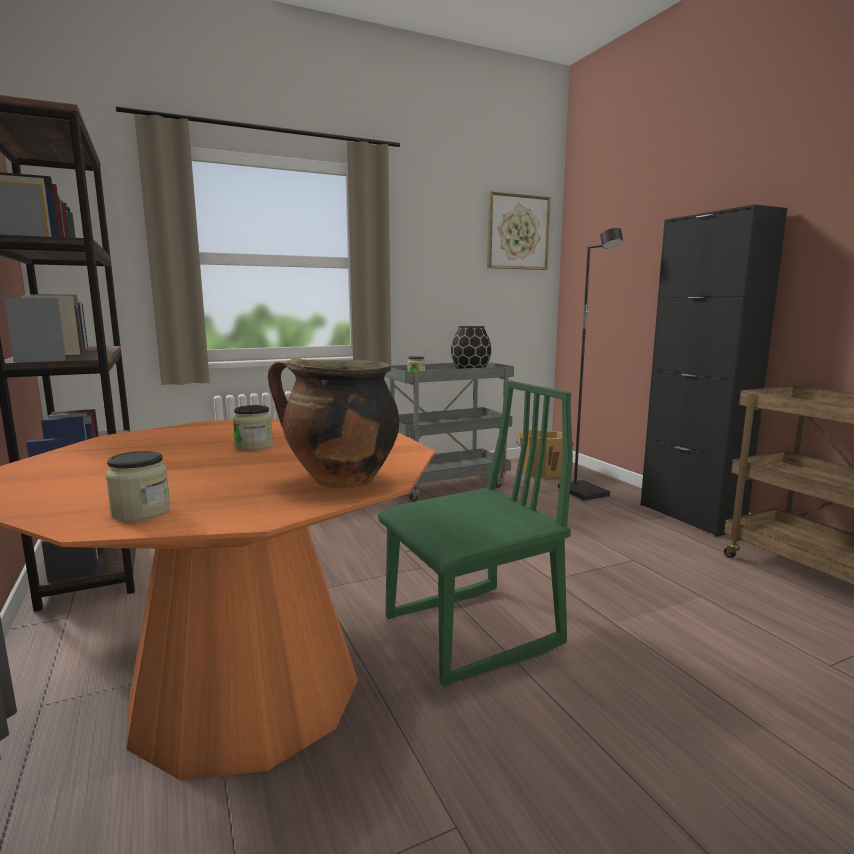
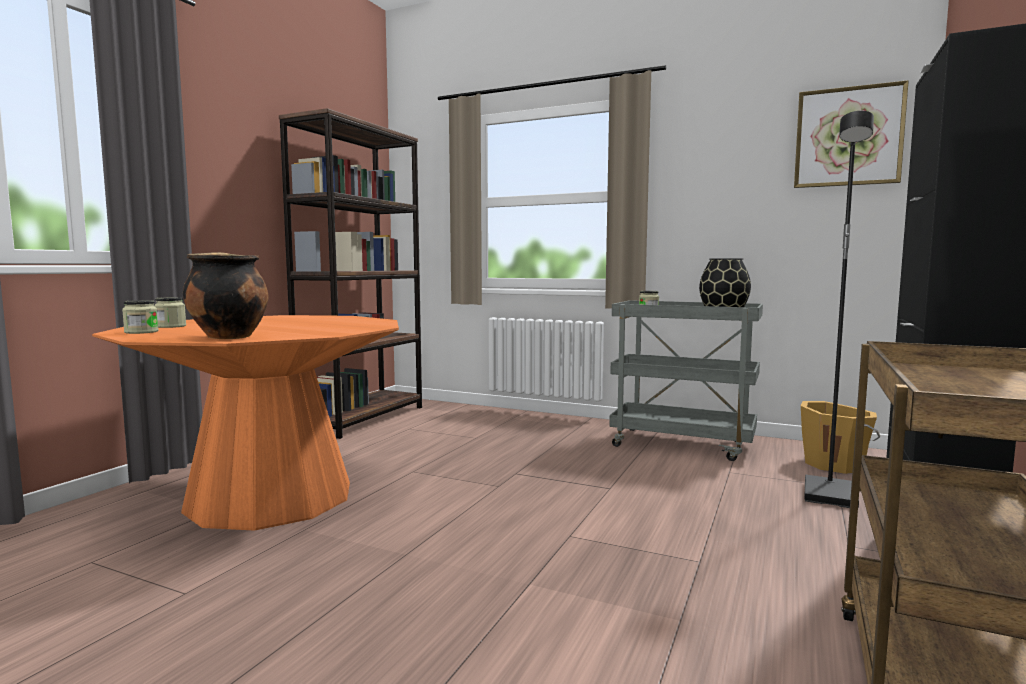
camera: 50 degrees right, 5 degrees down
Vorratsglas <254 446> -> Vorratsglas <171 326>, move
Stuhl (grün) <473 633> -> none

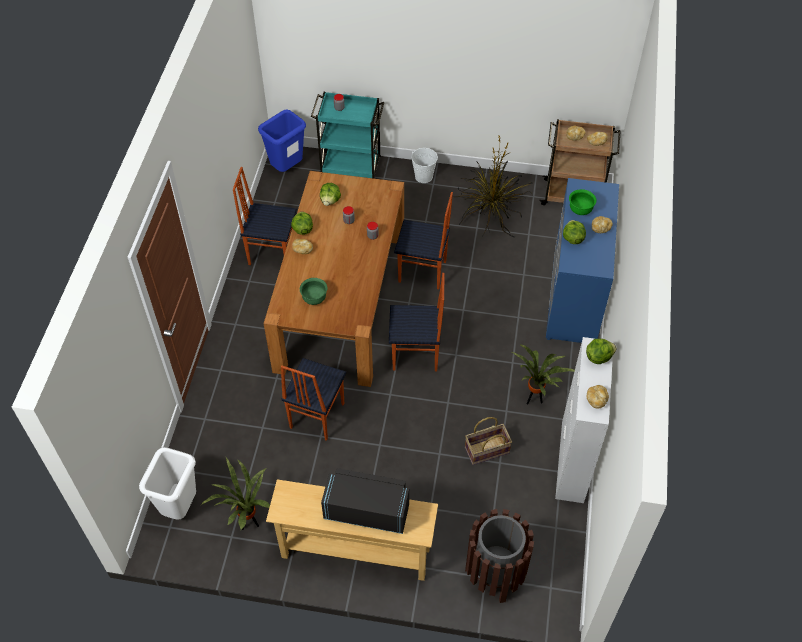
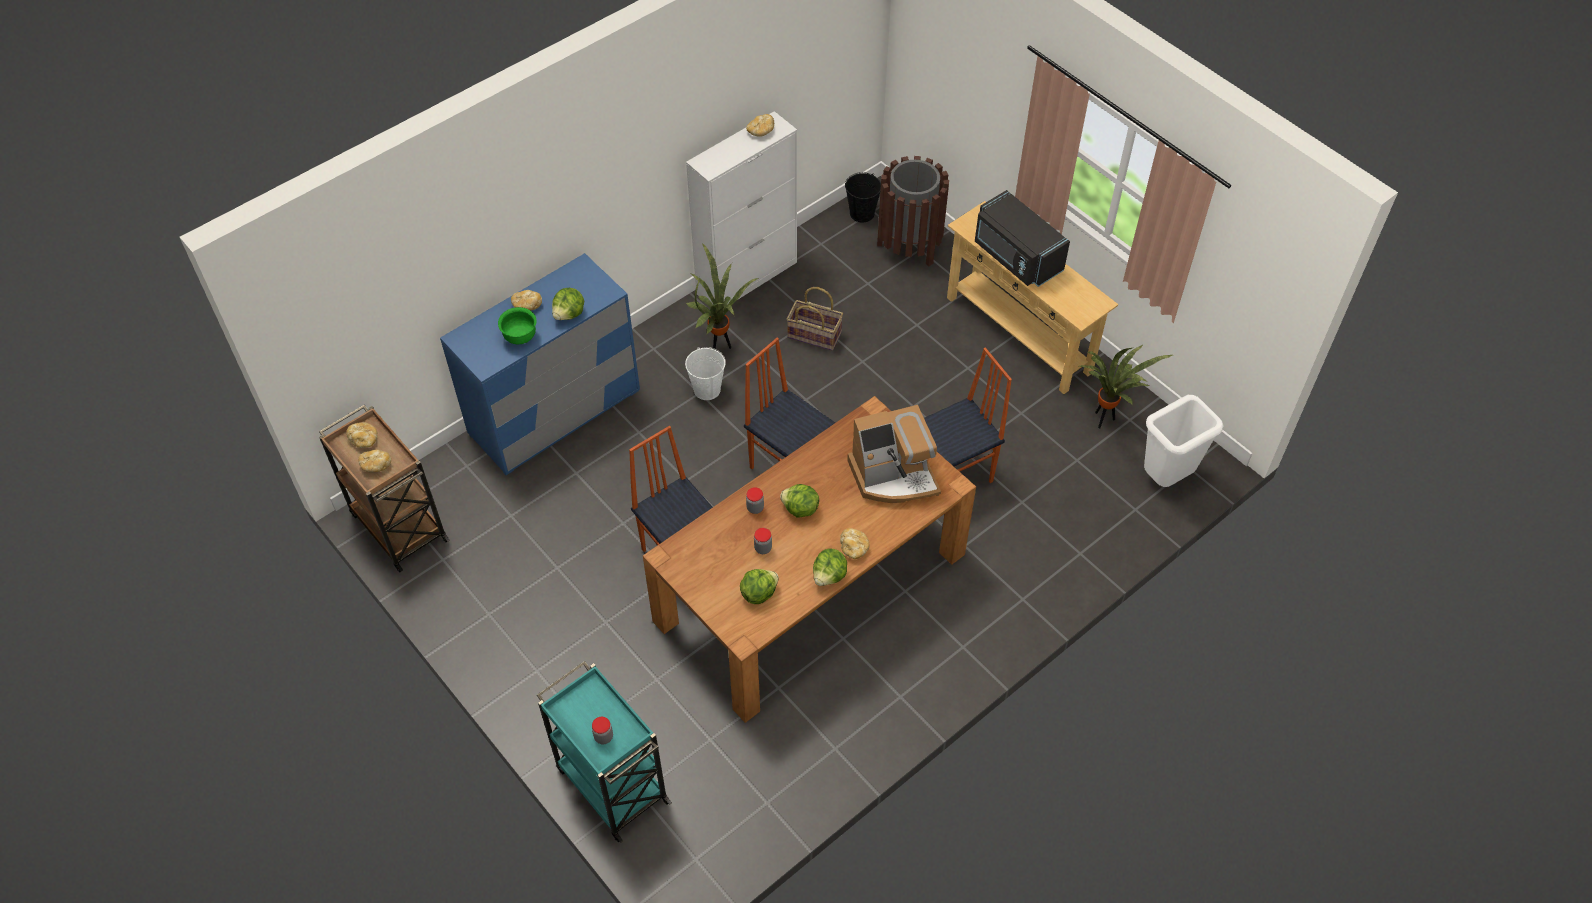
camera: 140 degrees left, 0 degrees up
Eimer (weiß) <424 176> -> Eimer (weiß) <707 389>, move
Salatkopf <598 357> -> Salatkopf <800 509>, move
none -> Eimer (schwarz) <862 213>
Schüssel (grün) <314 299> -> Kaffeemaschine <894 476>
Stuhl <272 253> -> none
Mülleimer (blau) <287 168> -> none
Topfpflanze <489 210> -> none

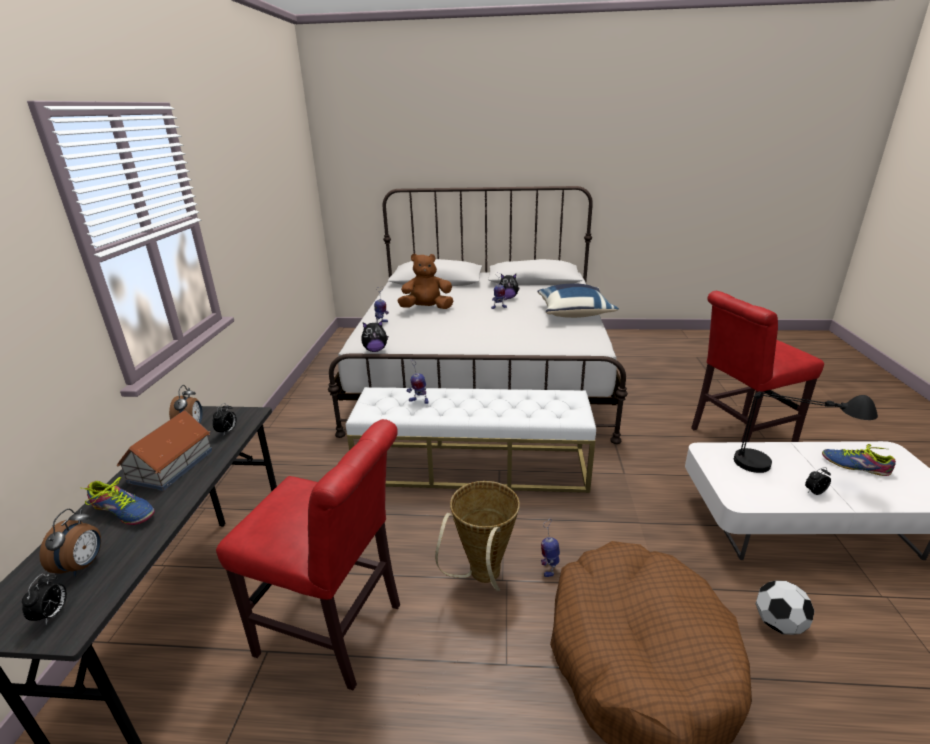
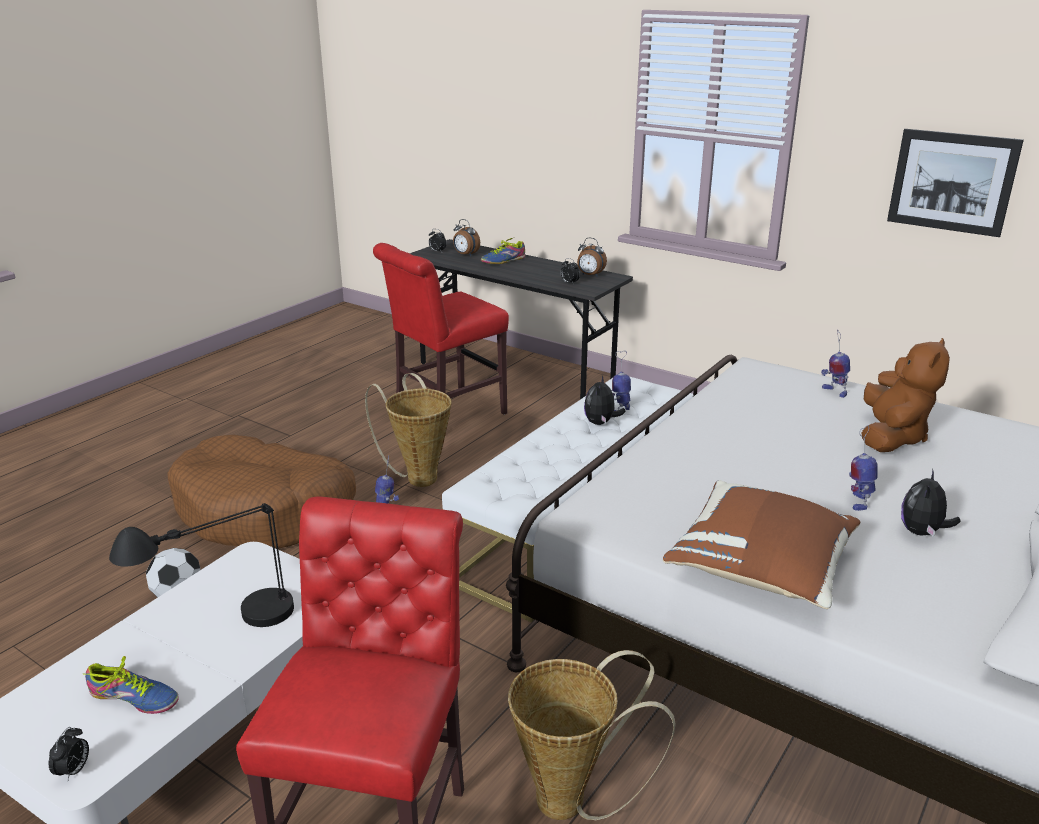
camera: 120 degrees right, 0 degrees up
Wecker <814 492> -> Wecker <74 771>, move
Schuh <855 466> -> Schuh <134 698>, 45 degrees clockwise
none -> Korb <572 801>
Plüschtier <375 350> -> Plüschtier <601 423>, move
Kissen (blau) <574 313> -> Kissen (braun) <762 569>
none -> Bild <952 182>
Spielzeughaus <170 466> -> none

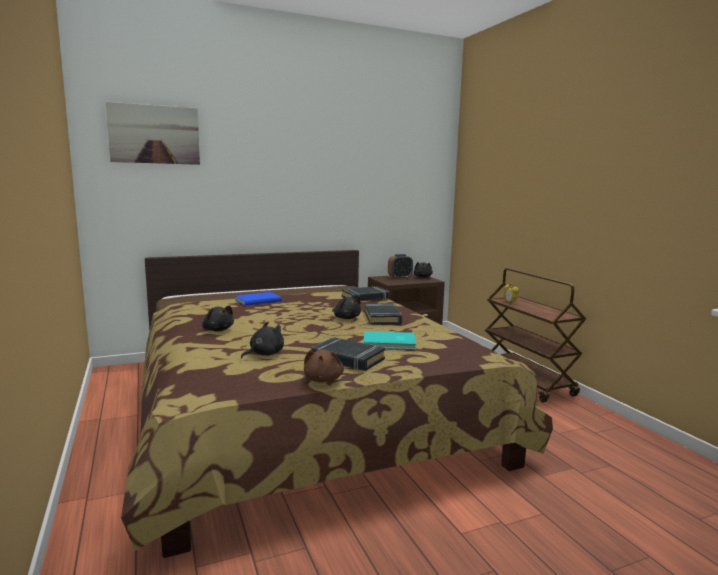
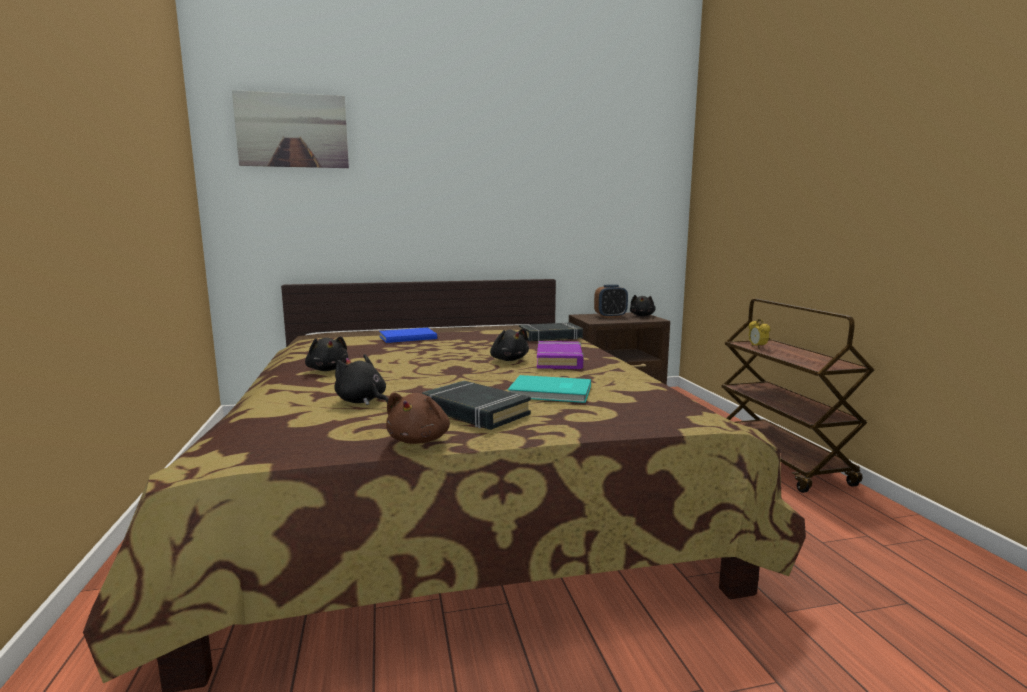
camera: 10 degrees right, 0 degrees up
Plüschtier (schwarz) <264 354> -> Plüschtier (schwarz) <362 401>, 105 degrees counterclockwise
Buch (schwarz) <382 318> -> Buch (lila) <559 360>

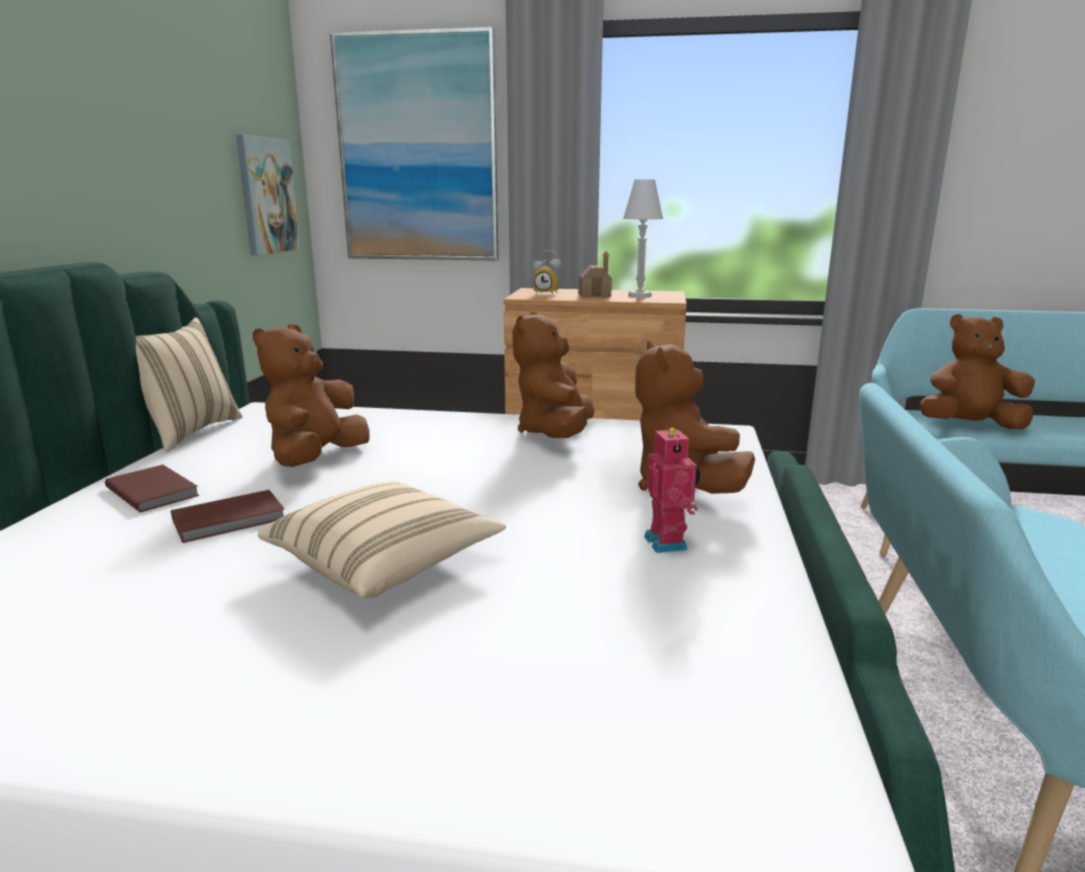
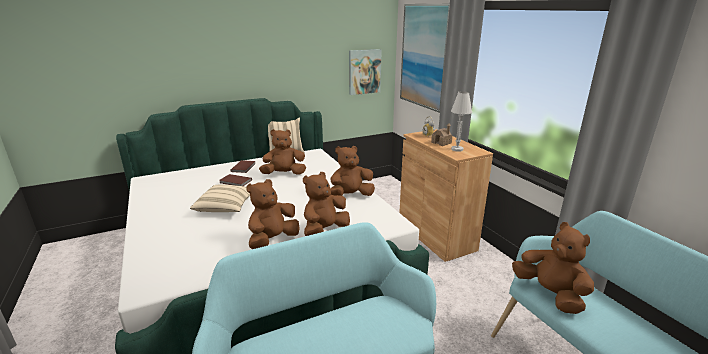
camera: 55 degrees right, 5 degrees up
Spielzeugroboter <668 542> -> Plüschtier (braun) <273 240>

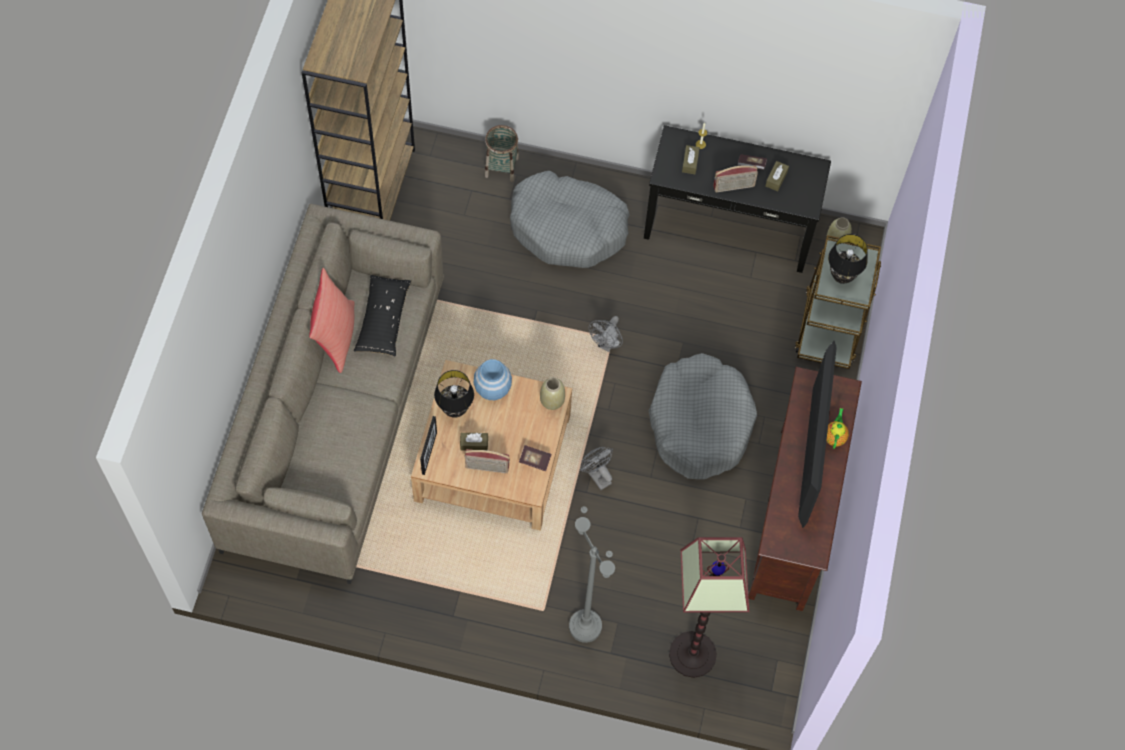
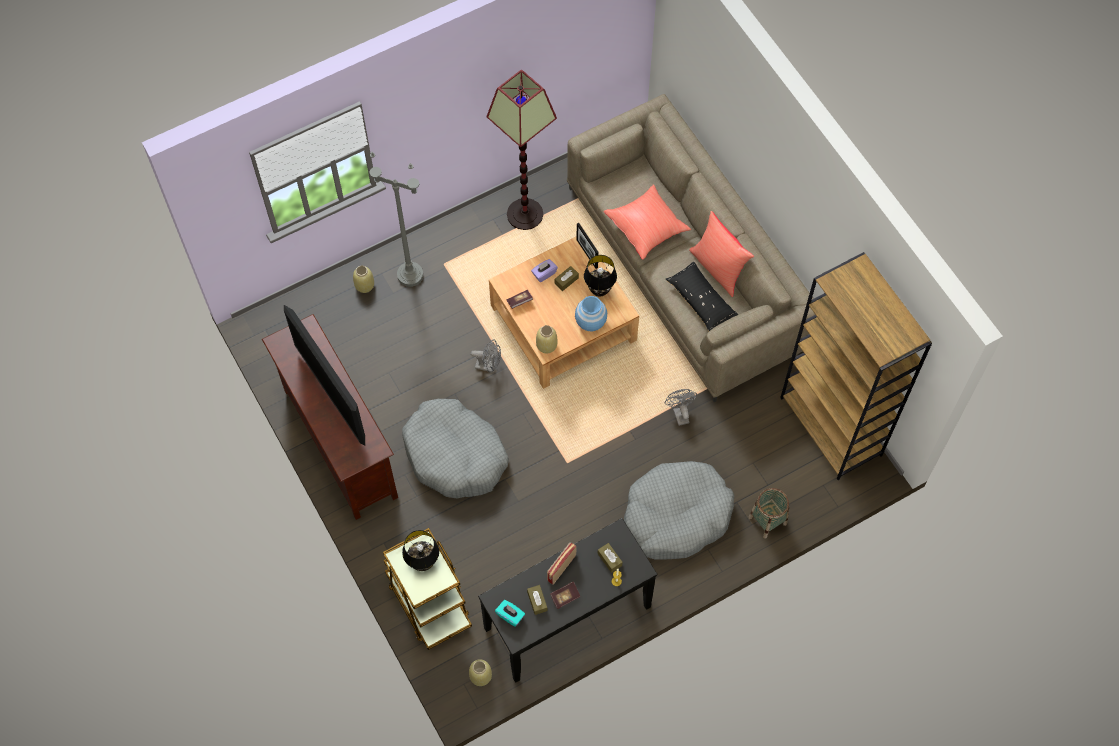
camera: 140 degrees right, 0 degrees up
none -> Vase (beige) <365 285>
Stehlampe <692 655> -> Stehlampe <525 214>, move
none -> Taschentuchbox (türkis) <510 615>
Radio <487 467> -> Taschentuchbox (lila) <544 274>
none -> Kissen (rot) <647 228>
Ventilator (grau) <606 344> -> Ventilator (grau) <679 413>, move
Teekanne <834 436> -> none

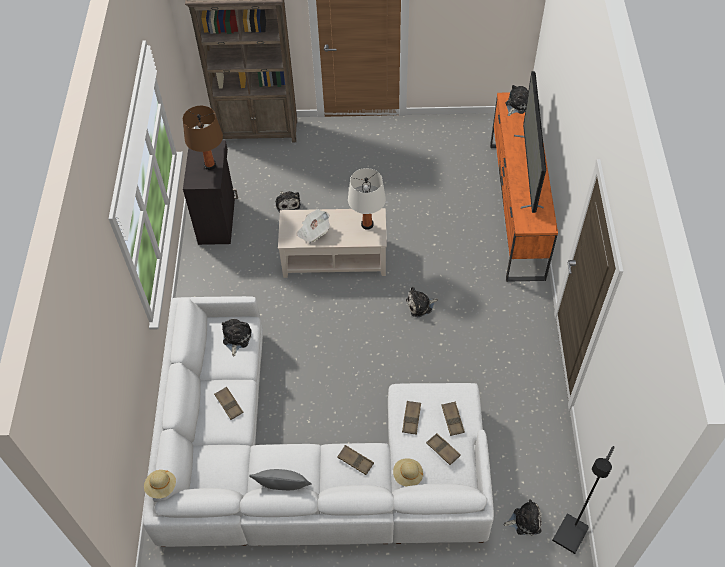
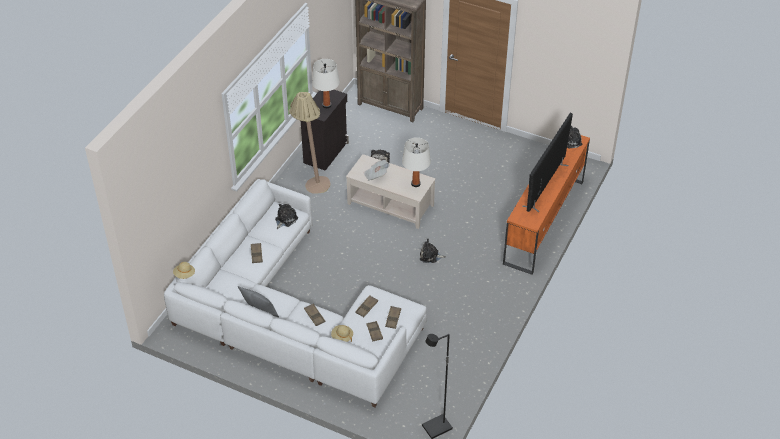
camera: 25 degrees right, 10 degrees down
none -> Stehlampe (beige) <312 183>
Tischlampe (braun) <210 165> -> Tischlampe (weiß) <326 105>
Plüschtier <525 521> -> none

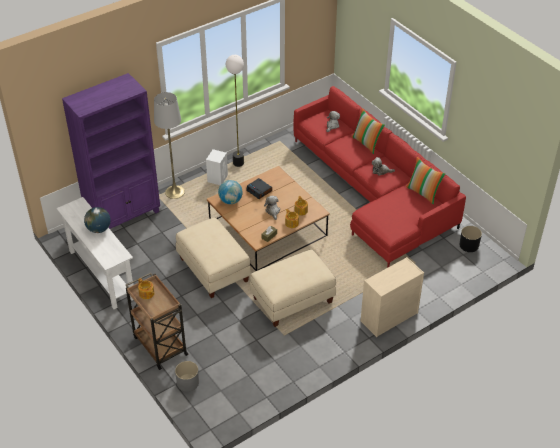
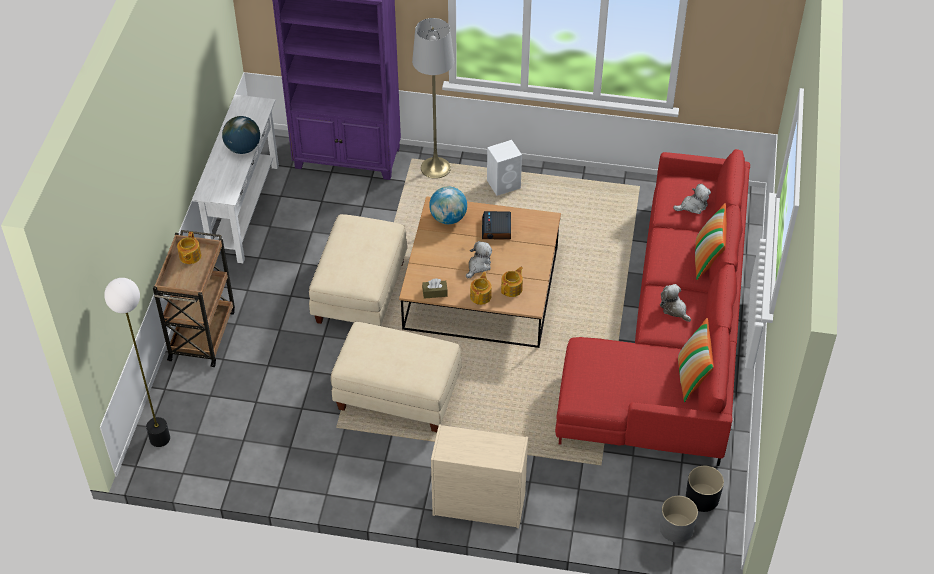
camera: 45 degrees right, 5 degrees up
Stehlampe <238 163> -> Stehlampe <159 438>, move
Pflanzkübel (grau) <187 382> -> Pflanzkübel (grau) <676 528>, move

